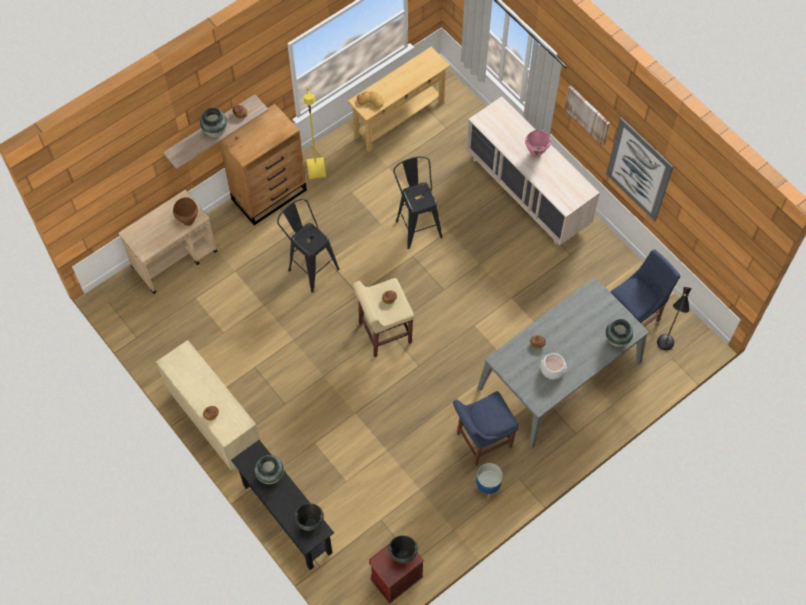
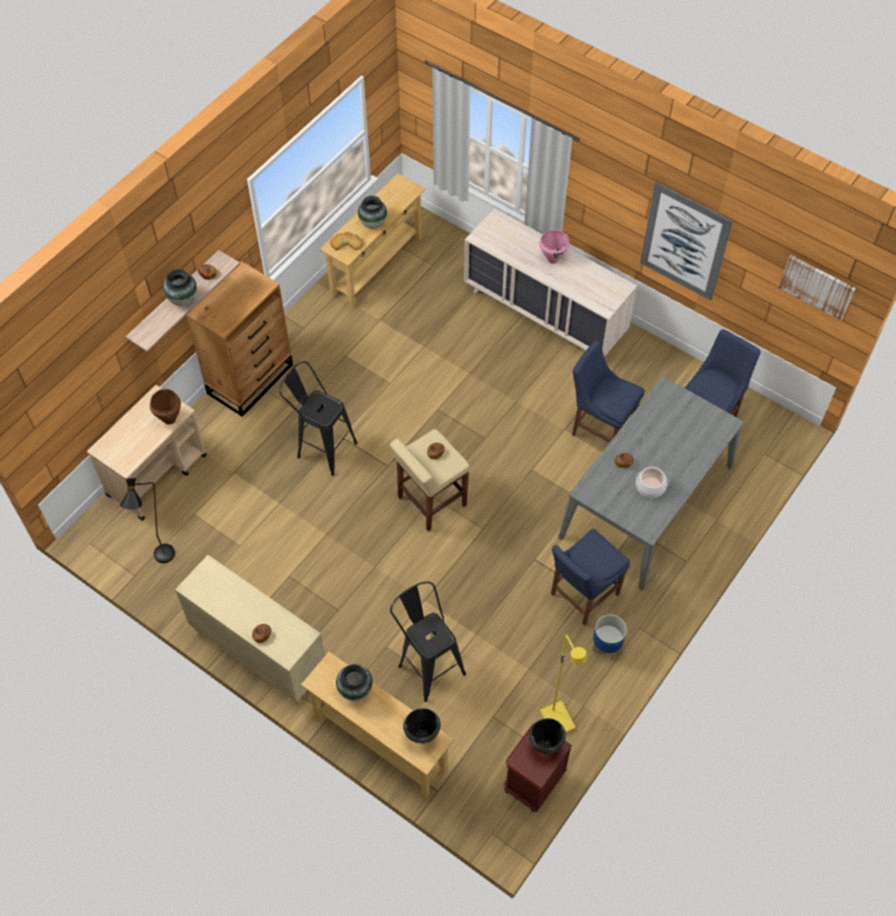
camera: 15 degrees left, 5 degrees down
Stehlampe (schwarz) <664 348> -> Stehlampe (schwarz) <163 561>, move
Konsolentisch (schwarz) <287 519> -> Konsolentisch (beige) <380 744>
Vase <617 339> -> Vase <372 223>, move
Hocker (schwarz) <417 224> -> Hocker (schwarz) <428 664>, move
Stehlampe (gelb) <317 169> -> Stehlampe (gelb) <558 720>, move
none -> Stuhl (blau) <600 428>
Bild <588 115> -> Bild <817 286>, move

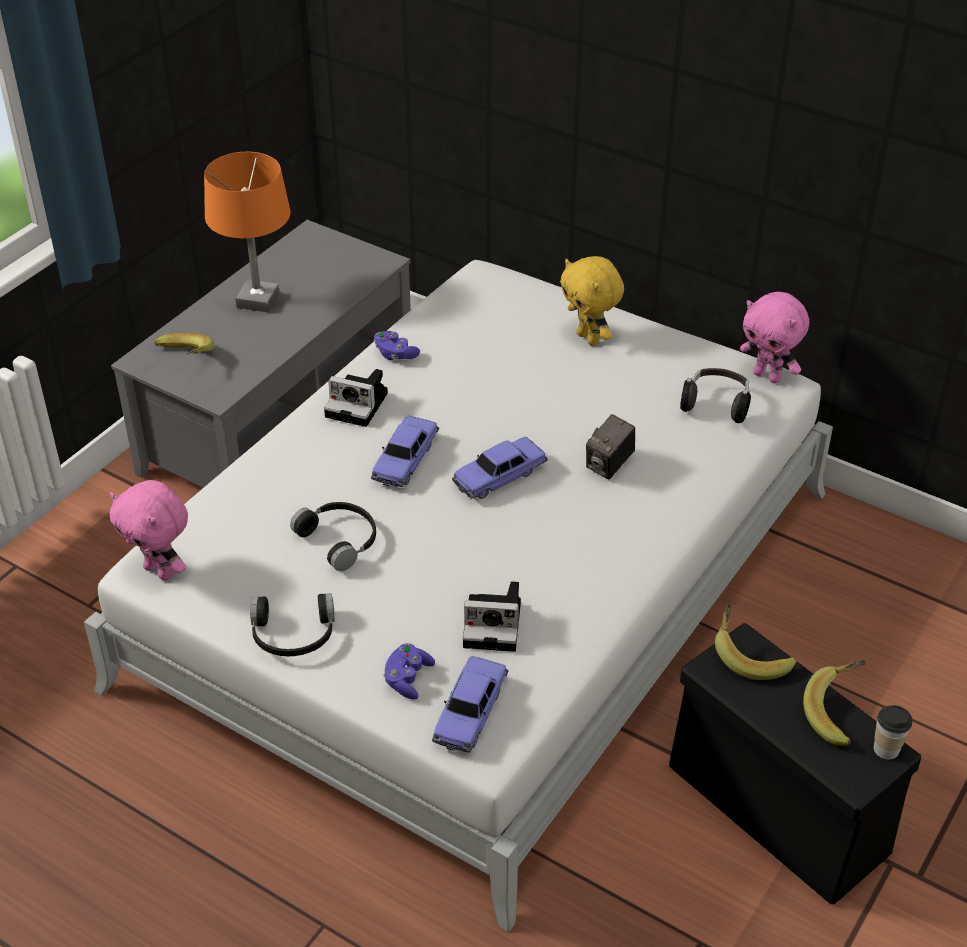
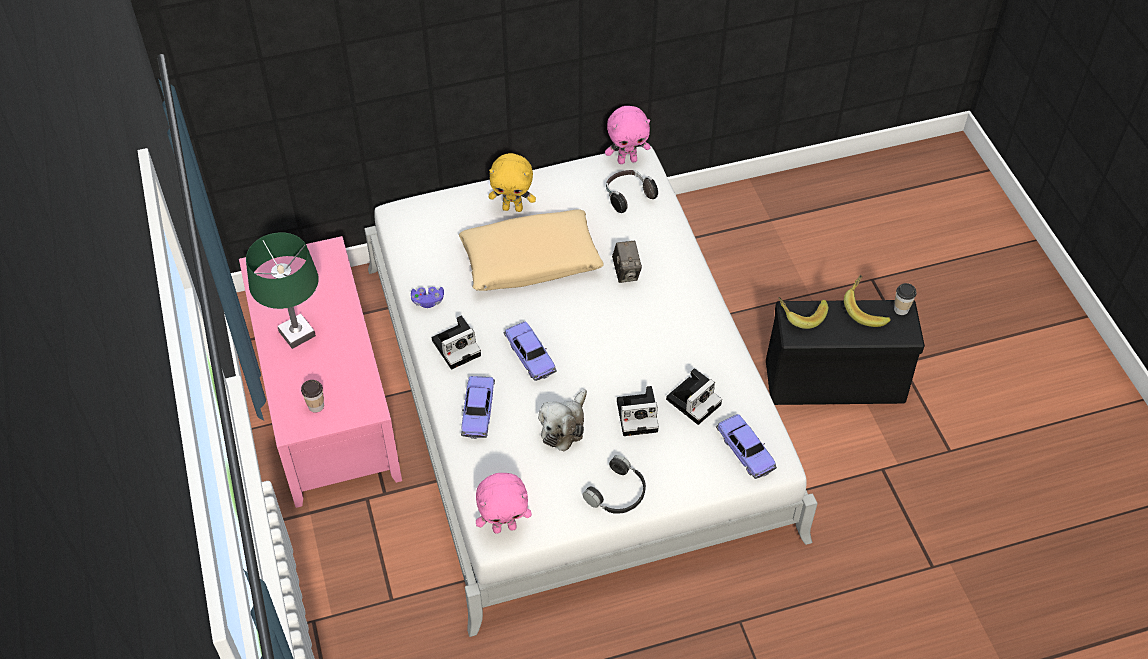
camera: 50 degrees left, 10 degrees up
Couchtisch (grau) <279 420> -> Couchtisch (rosa) <328 401>
Tischlampe (orange) <257 300> -> Tischlampe (grün) <297 334>
Banane <184 360> -> Tasse <316 406>
none -> Kissen (beige) <531 261>
Spielzeugauto <499 476> -> Spielzeugauto <478 411>, move
Kopfhörer (schwarz) <340 539> -> Plüschtier <564 426>
none -> Kamera <639 415>
Gamepad (lila) <407 679> -> none

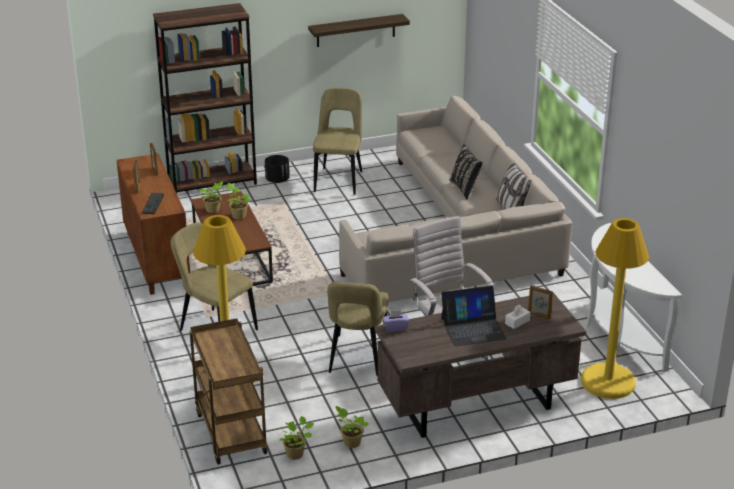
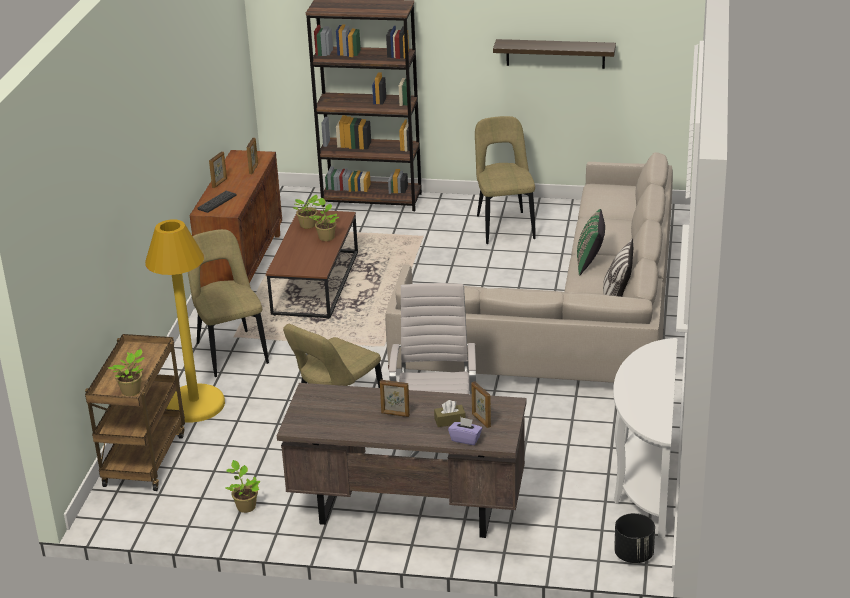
camera: 30 degrees right, 0 degrees up
Topfpflanze <296 454> -> Topfpflanze <132 391>, move
Laptop <473 328> -> Bilderrahmen <395 414>
Taschentuchbox (weiß) <517 322> -> Taschentuchbox (braun) <450 421>
Taschentuchbox (lila) <395 328> -> Taschentuchbox (lila) <465 439>, move
Stuhl (beige) <339 180> -> Stuhl (beige) <504 226>, 45 degrees counterclockwise
Kissen (schwarz) <465 188> -> Kissen (grün) <590 263>
Pflanzkübel (schwarz) <277 180> -> Pflanzkübel (schwarz) <633 554>, move
Stehlampe (gelb) <608 382> -> none

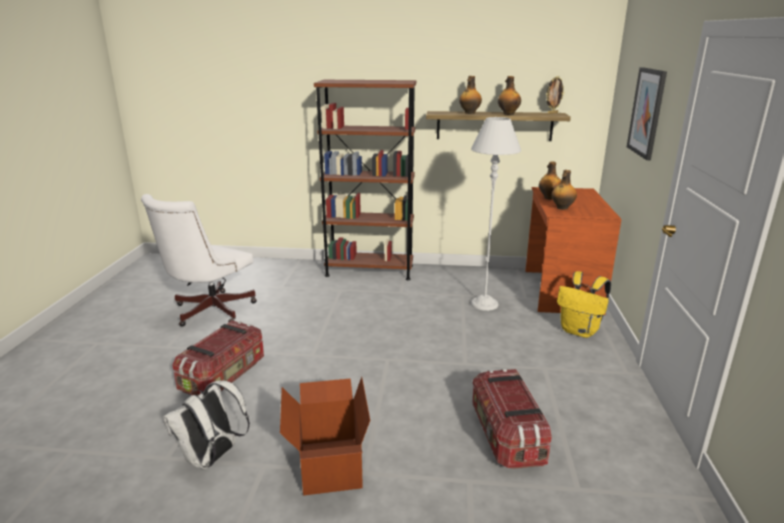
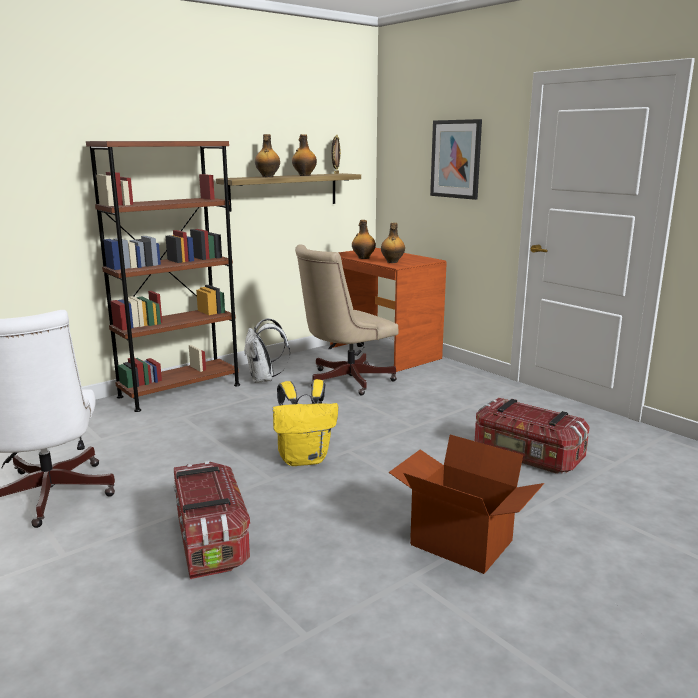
camera: 45 degrees left, 5 degrees down
Rucksack (weiß) <212 458> -> Rucksack (weiß) <264 379>, move
Rucksack (gelb) <580 331> -> Rucksack (gelb) <304 459>, move
Stehlampe (grau) <484 304> -> Bürostuhl (beige) <344 381>

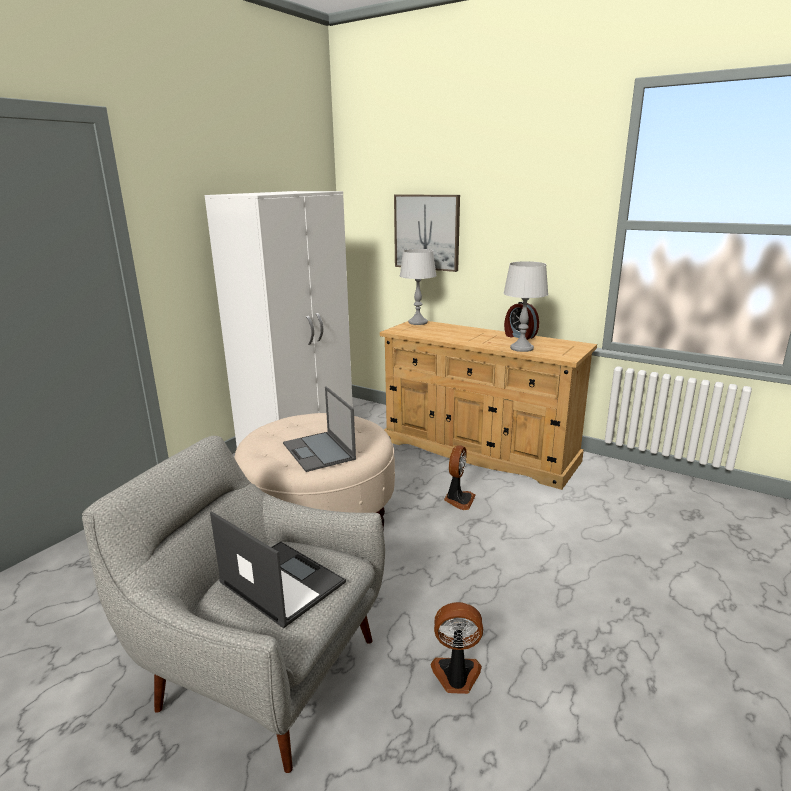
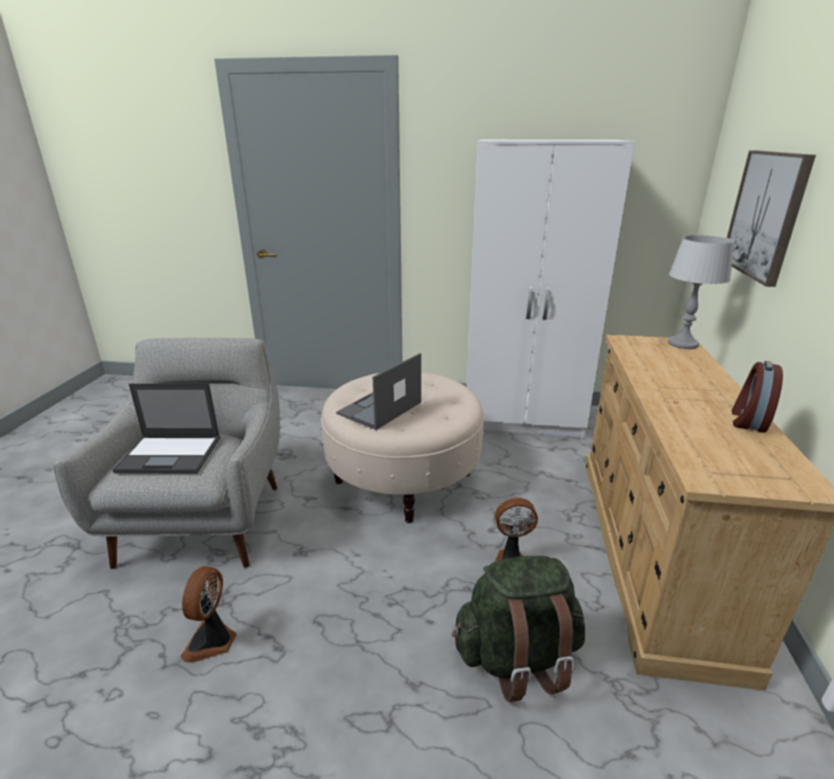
camera: 65 degrees right, 5 degrees up
Laptop <280 582> -> Laptop <171 454>, 75 degrees clockwise
Ventilator <456 676> -> Ventilator <212 641>, 150 degrees counterclockwise
none -> Rucksack (grün) <517 658>
Tischlampe (grau) <521 348> -> none

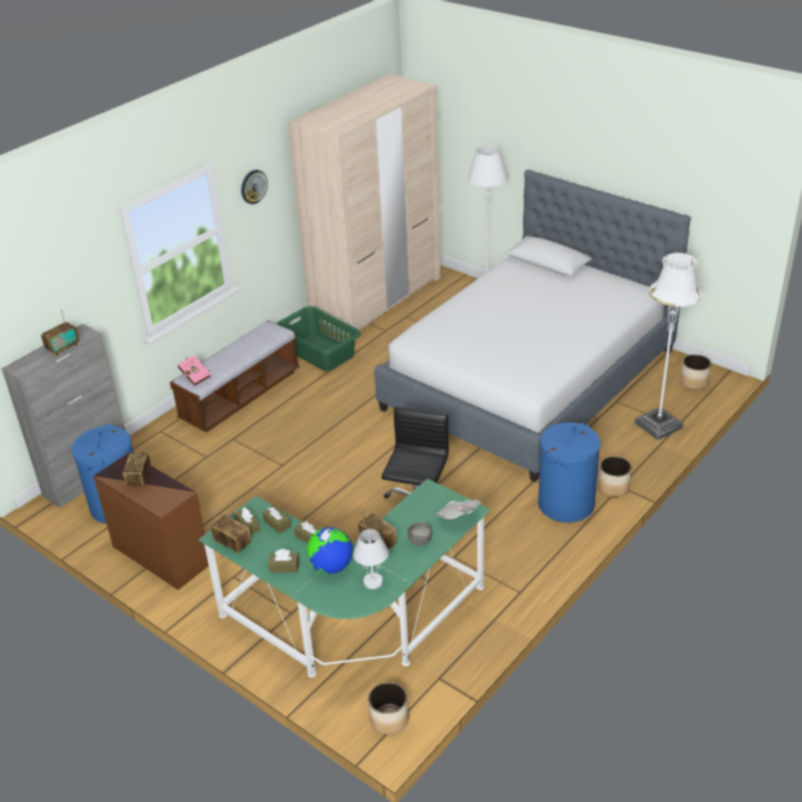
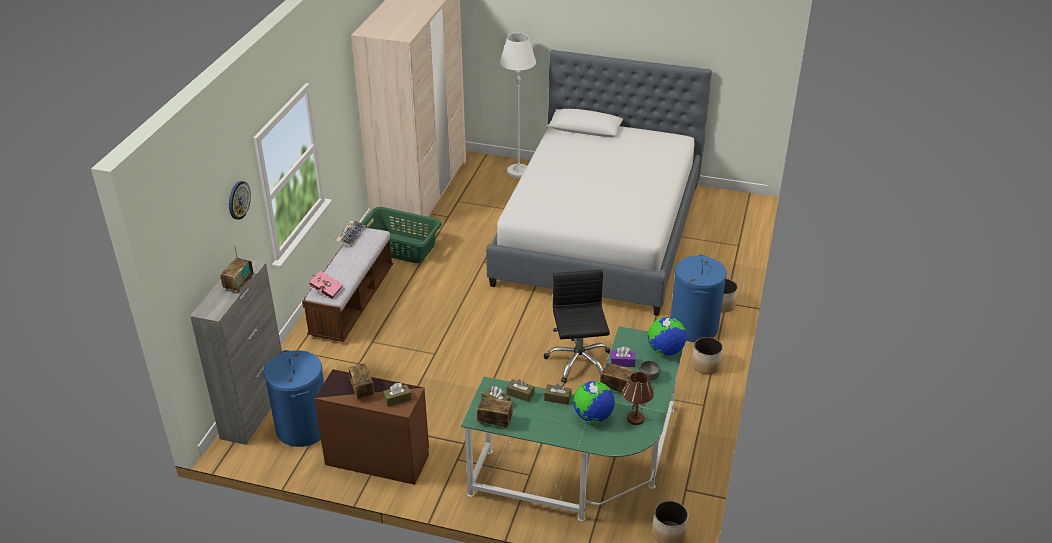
camera: 25 degrees left, 0 degrees up
Wanduhr <253 186> -> Wanduhr <238 200>, move
none -> Tastatur <351 236>
Taschentuchbox (braun) <284 567> -> Taschentuchbox (braun) <397 399>, move
none -> Taschentuchbox (lila) <622 362>
Tischlampe (weiß) <373 582> -> Tischlampe (braun) <635 419>
Zeitung <457 517> -> Globus <665 350>
Pflanzkübel <694 383> -> Pflanzkübel <706 365>, move
Stehlampe (weiß) <658 425> -> none

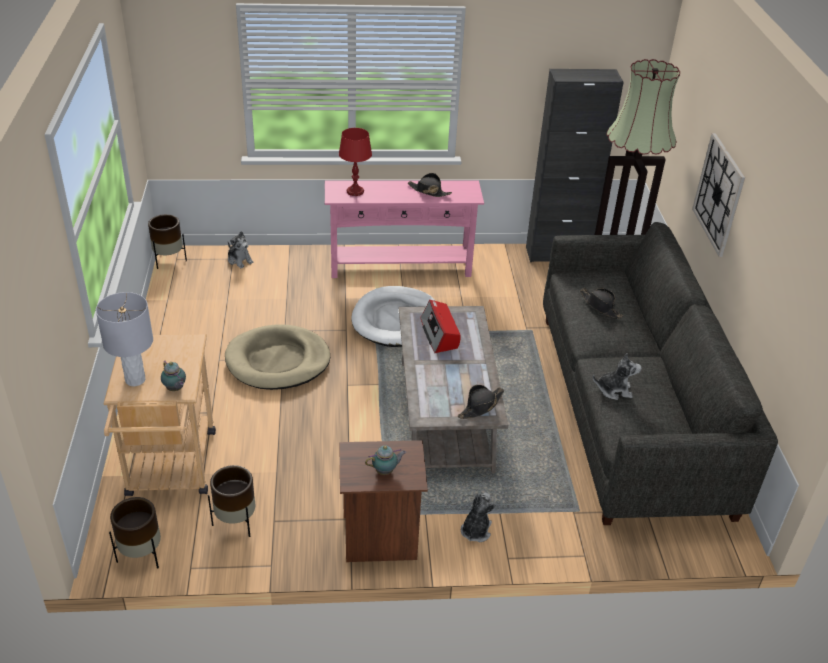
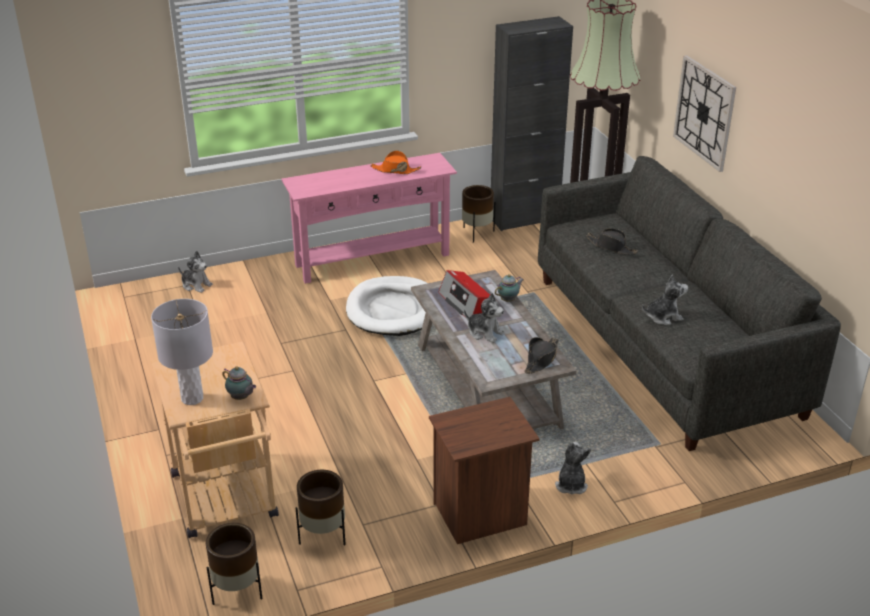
camera: 15 degrees left, 5 degrees down
Hut (schwarz) <429 191> -> Hut (orange) <395 170>
Pflanzkübel (braun) <169 260> -> Pflanzkübel (braun) <477 233>, move
none -> Plüschtier <485 332>
Teekanne <385 471> -> Teekanne <509 300>, move
Hundebett (beige) <278 361> -> none
Tischlampe (rot) <355 191> -> none

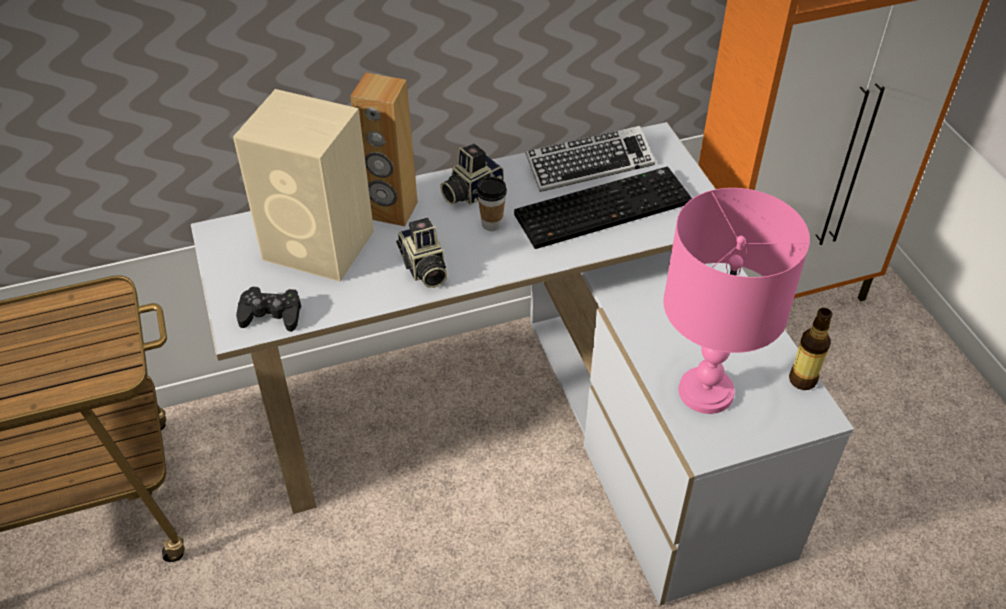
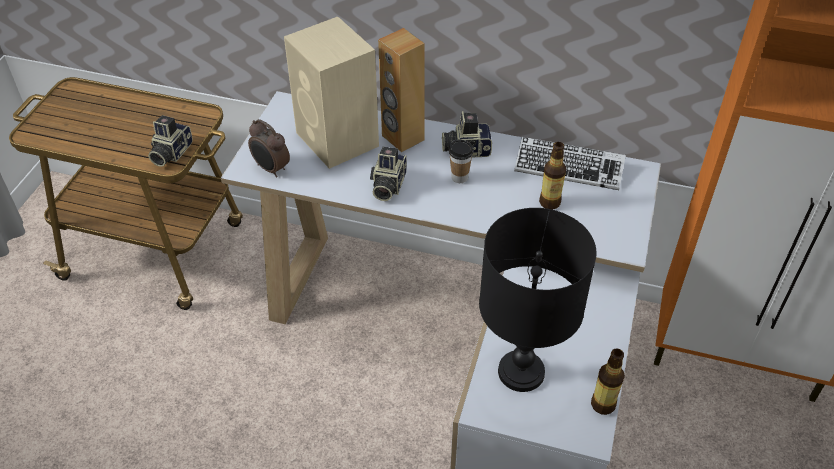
camera: 35 degrees right, 0 degrees up
none -> Kamera <170 153>
Gamepad (schwarz) <271 314> -> Wecker <271 169>
Tischlampe (rosa) <704 391> -> Tischlampe (schwarz) <520 371>
Tastatur <603 207> -> Flasche <550 202>

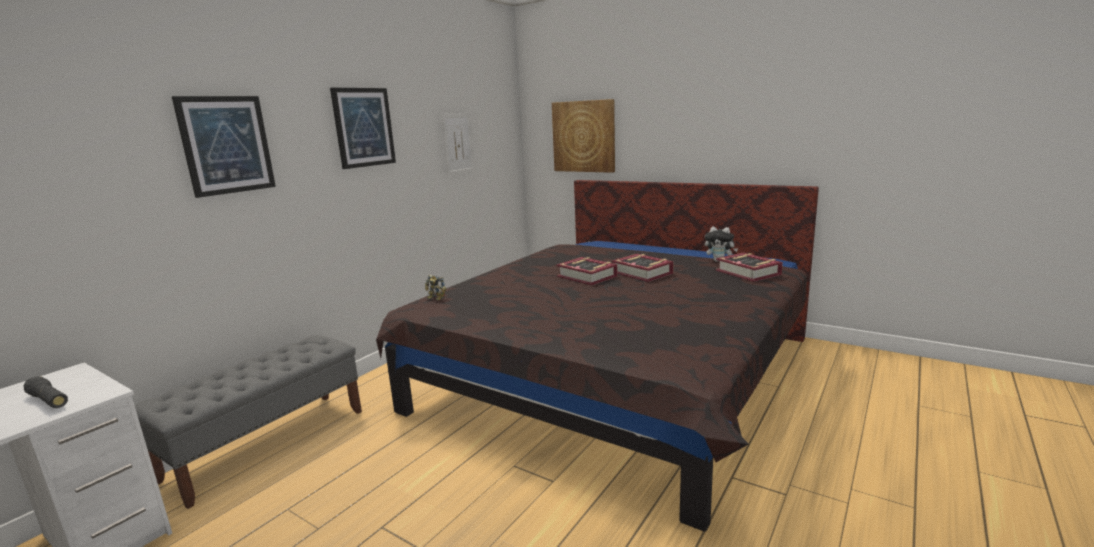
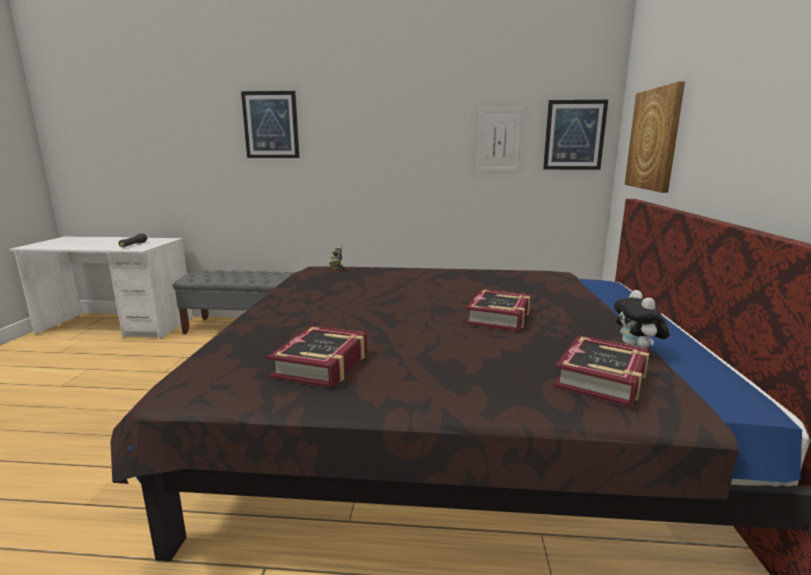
camera: 60 degrees right, 0 degrees up
Buch <587 276> -> Buch <322 364>, move
Bild <363 127> -> Bild <574 135>, move

